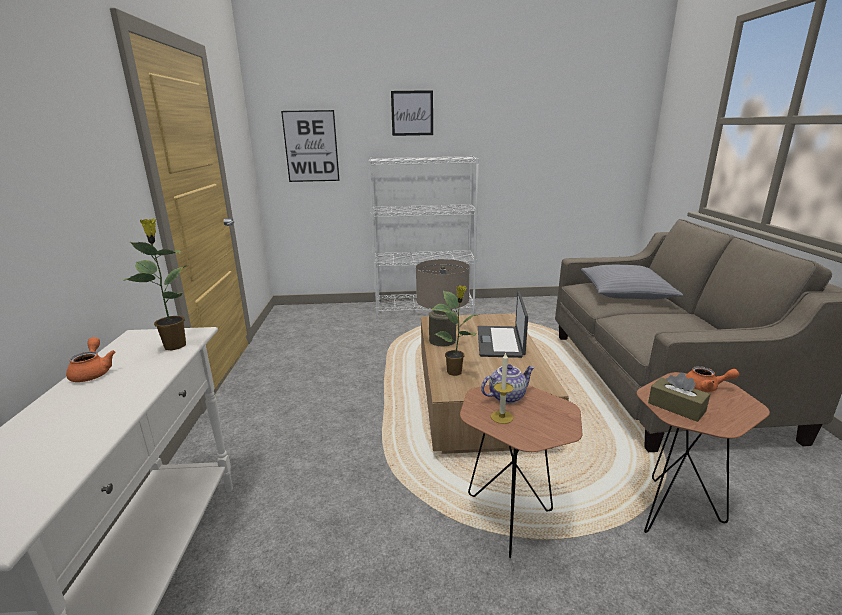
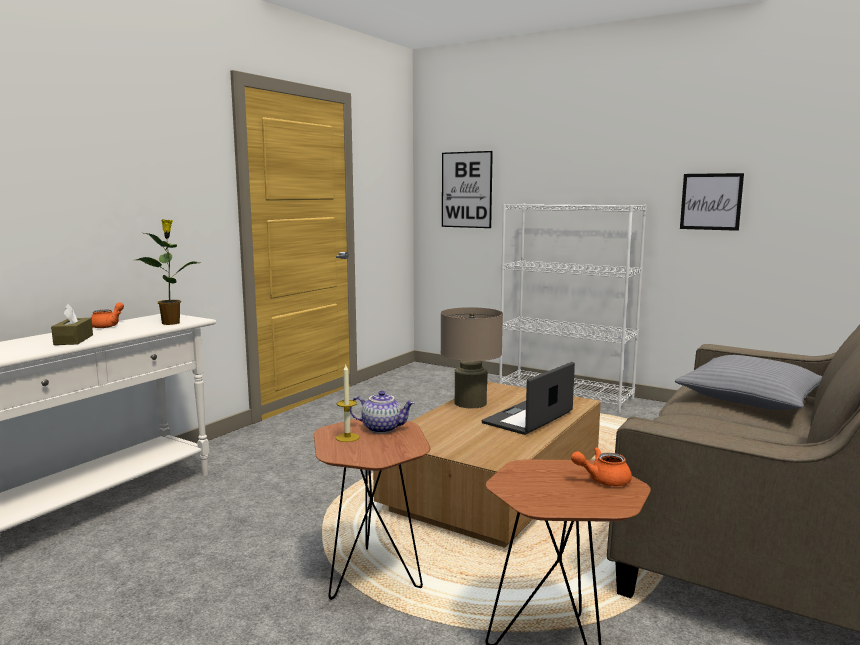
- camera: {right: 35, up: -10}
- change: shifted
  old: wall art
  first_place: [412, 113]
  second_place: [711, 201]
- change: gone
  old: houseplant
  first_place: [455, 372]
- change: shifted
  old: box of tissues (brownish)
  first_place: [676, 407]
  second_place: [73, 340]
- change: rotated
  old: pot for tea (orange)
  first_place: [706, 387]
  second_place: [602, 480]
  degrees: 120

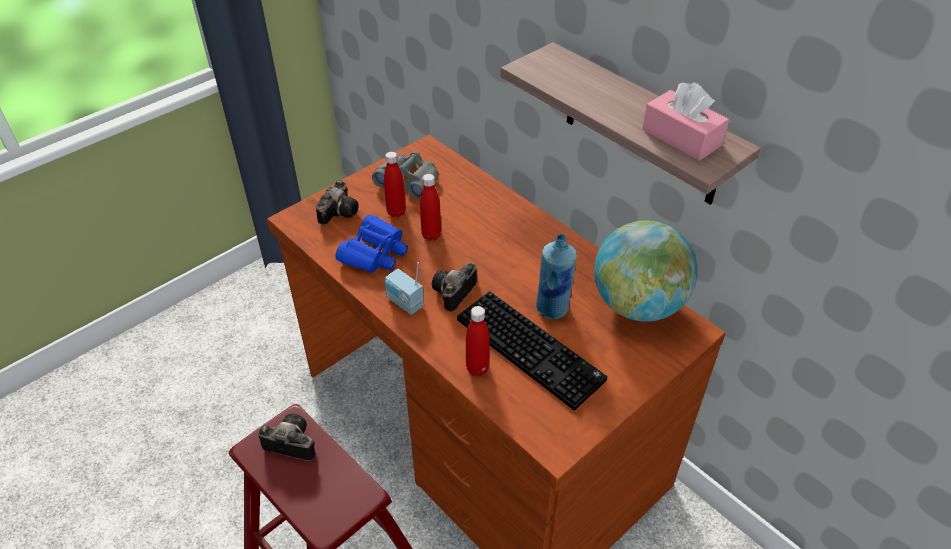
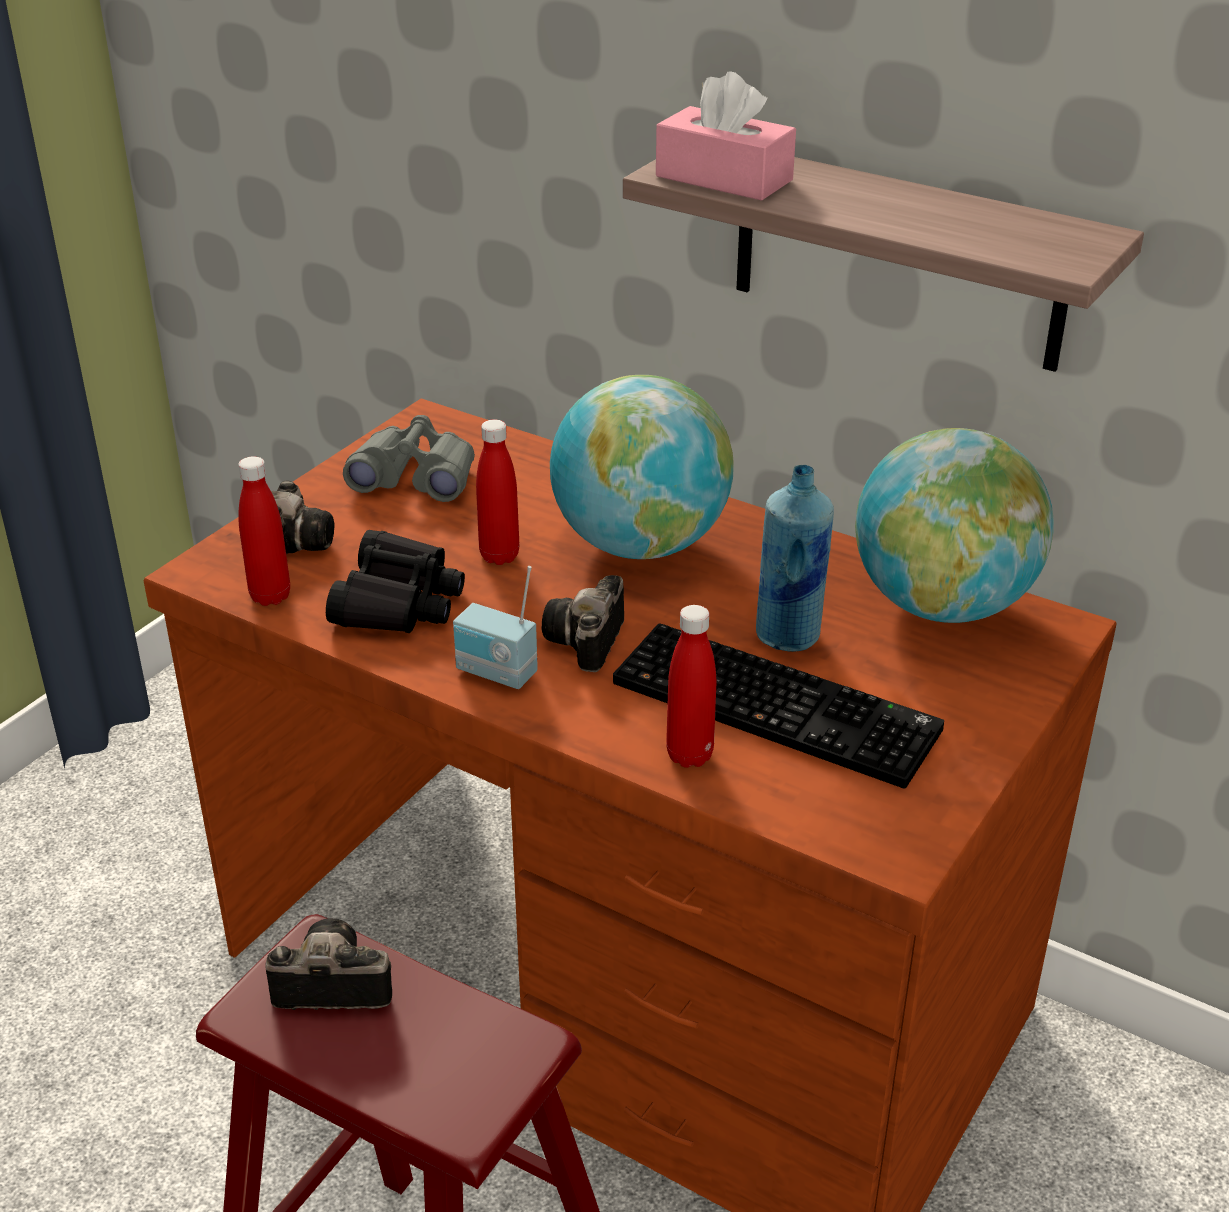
- camera: {right: -15, up: -10}
- change: repainted
  old: pair of binoculars (bluish)
  new: pair of binoculars (blackish)
  first_place: [375, 253]
  second_place: [398, 602]
- change: shifted
  old: bottle (red)
  first_place: [396, 212]
  second_place: [270, 596]
- change: shifted
  old: box of tissues (pink)
  first_place: [681, 137]
  second_place: [724, 178]
- change: new
  new: world globe
  second_place: [640, 544]

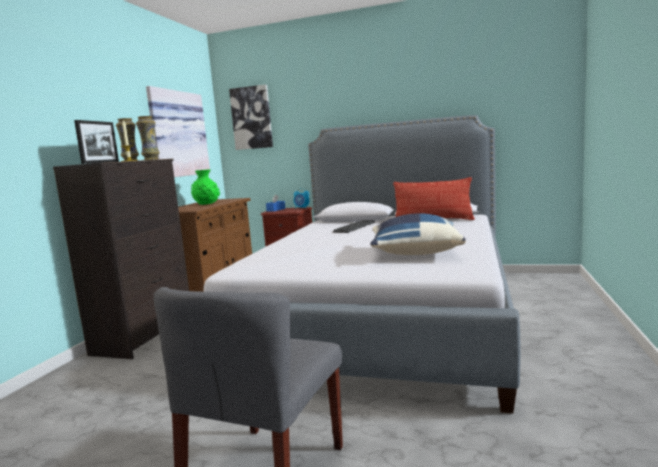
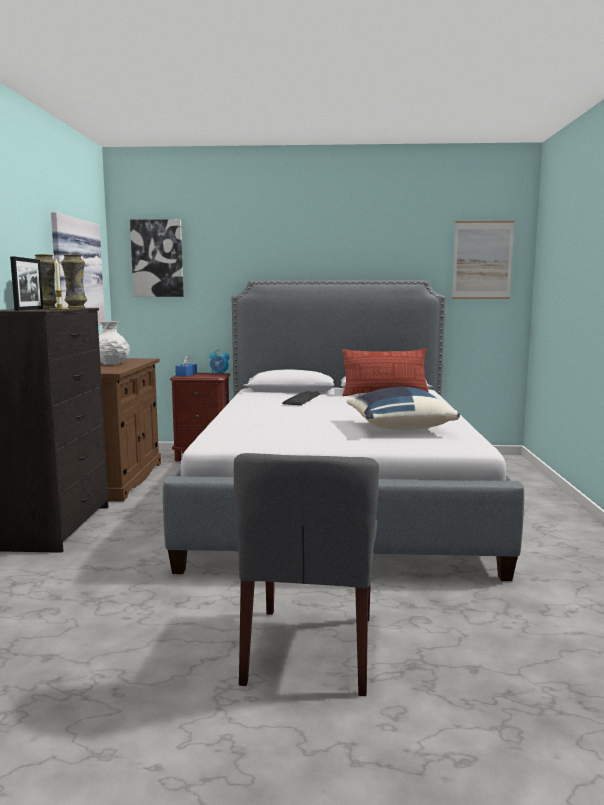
- camera: {right: -15, up: 0}
- change: repainted
  old: decorative vase (green)
  new: decorative vase (white-coloured)
  first_place: [207, 203]
  second_place: [112, 363]
- change: new
  new: wall art
  second_place: [482, 260]

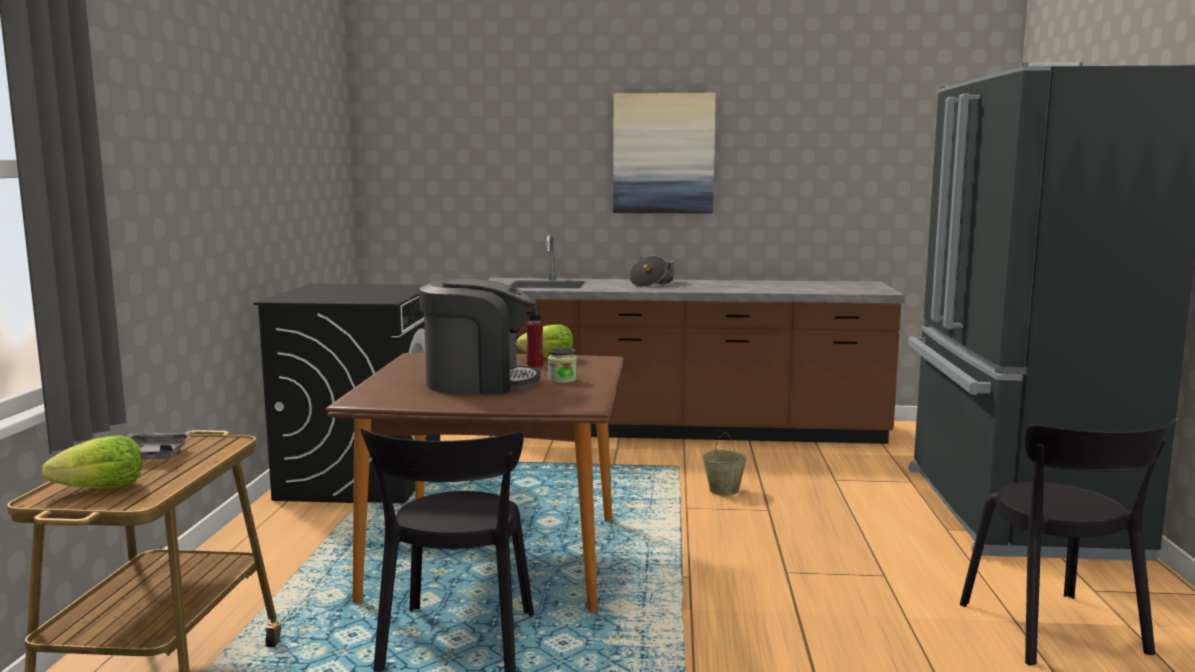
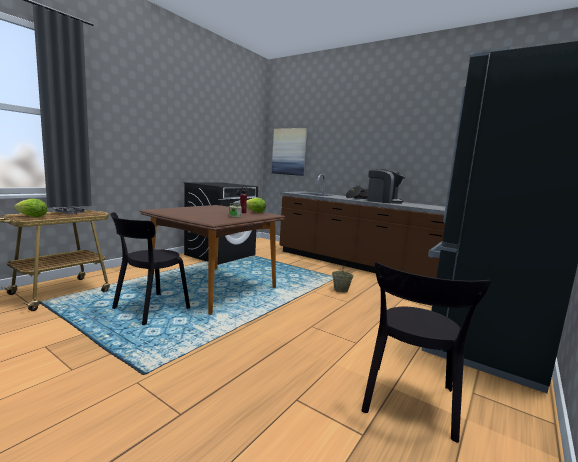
- camera: {right: 30, up: 0}
- change: shifted
  old: coffee brewer
  first_place: [479, 382]
  second_place: [383, 201]
- change: shifted
  old: wall art
  first_place: [663, 153]
  second_place: [289, 152]

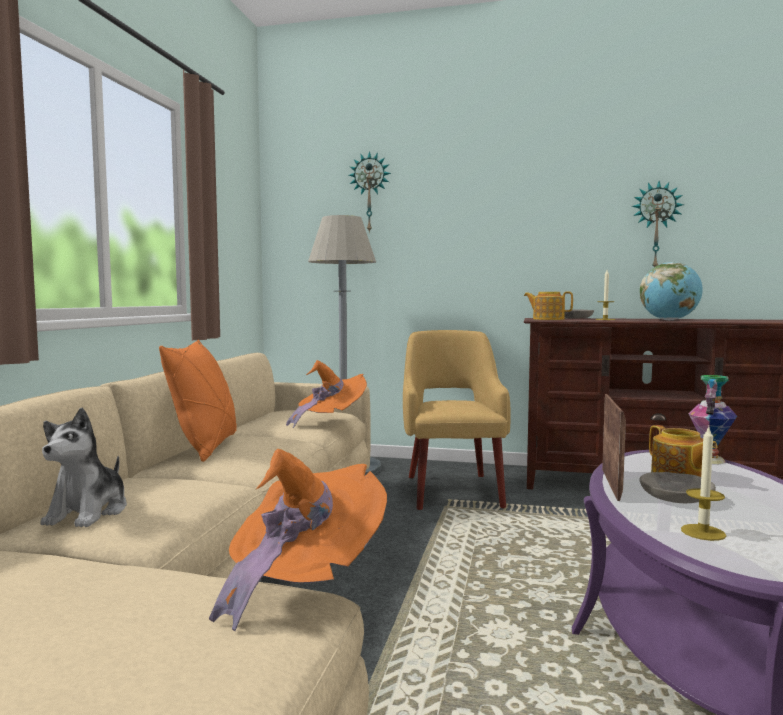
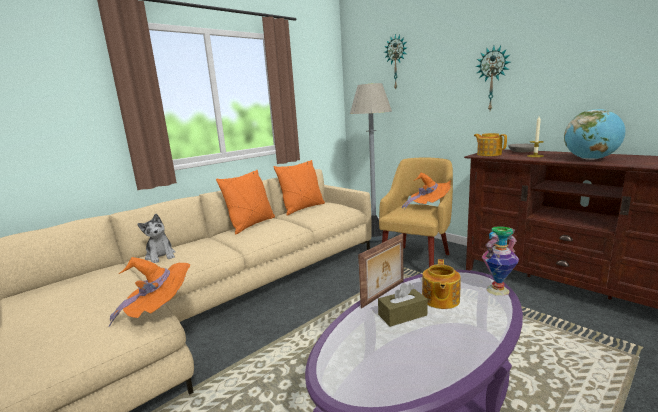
- camera: {right: 35, up: 10}
- change: rotated
  old: soft toy
  first_place: [89, 513]
  second_place: [161, 256]
  degrees: -75
- change: shifted
  old: clothing hat (orange)
  first_place: [329, 420]
  second_place: [428, 206]
- change: shifted
  old: clock on the wall
  first_place: [656, 225]
  second_place: [493, 79]
- change: swapped
  old: serving bowl (greyish)
  new: box of tissues (brownish)
  first_place: [676, 497]
  second_place: [402, 315]
- change: gone
  old: candle
  first_place: [703, 532]
- change: new
  new: throw pillow (orange)
  second_place: [302, 208]

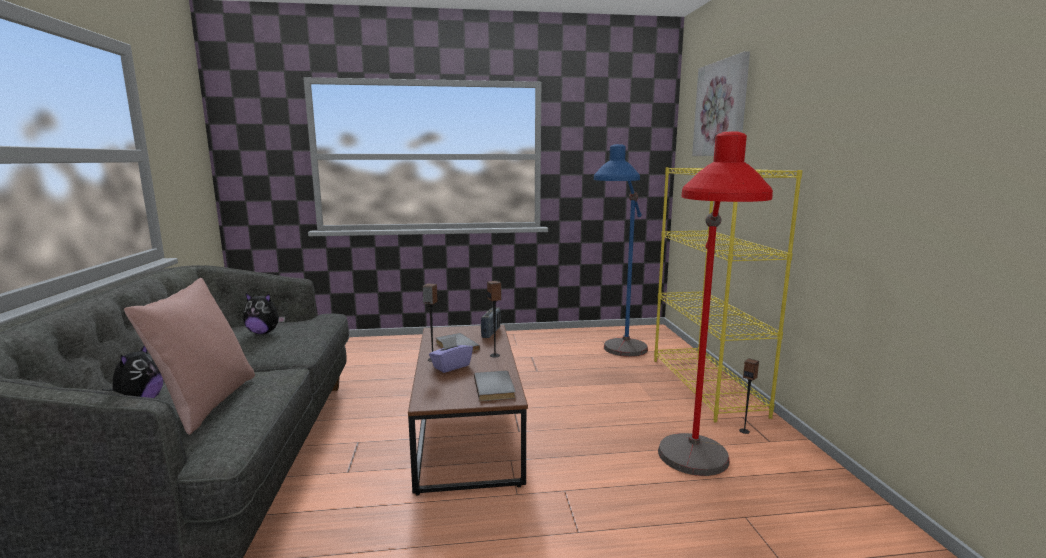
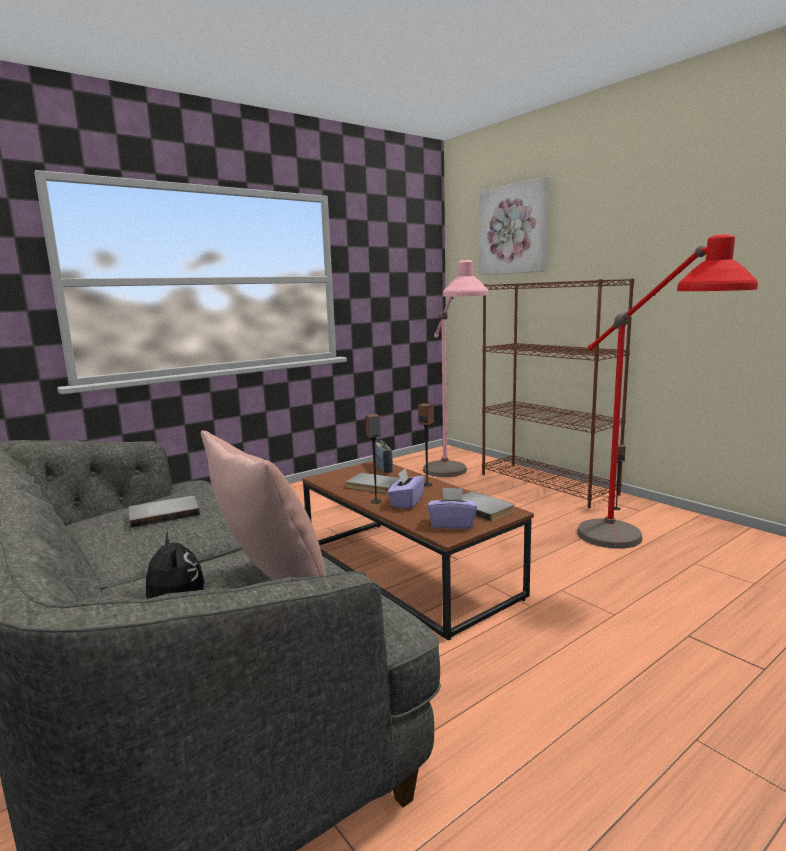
- camera: {right: -30, up: 0}
- change: swapped
  old: soft toy
  new: bound book (greyish)
  first_place: [264, 332]
  second_place: [164, 513]
- change: repainted
  old: standing lamp (bluish)
  new: standing lamp (pink)
  first_place: [619, 359]
  second_place: [452, 480]
- change: repainted
  old: shelving unit (yellowish)
  new: shelving unit (brownish)
  first_place: [707, 386]
  second_place: [548, 484]
- change: new
  new: box of tissues (purple)
  second_place: [452, 524]

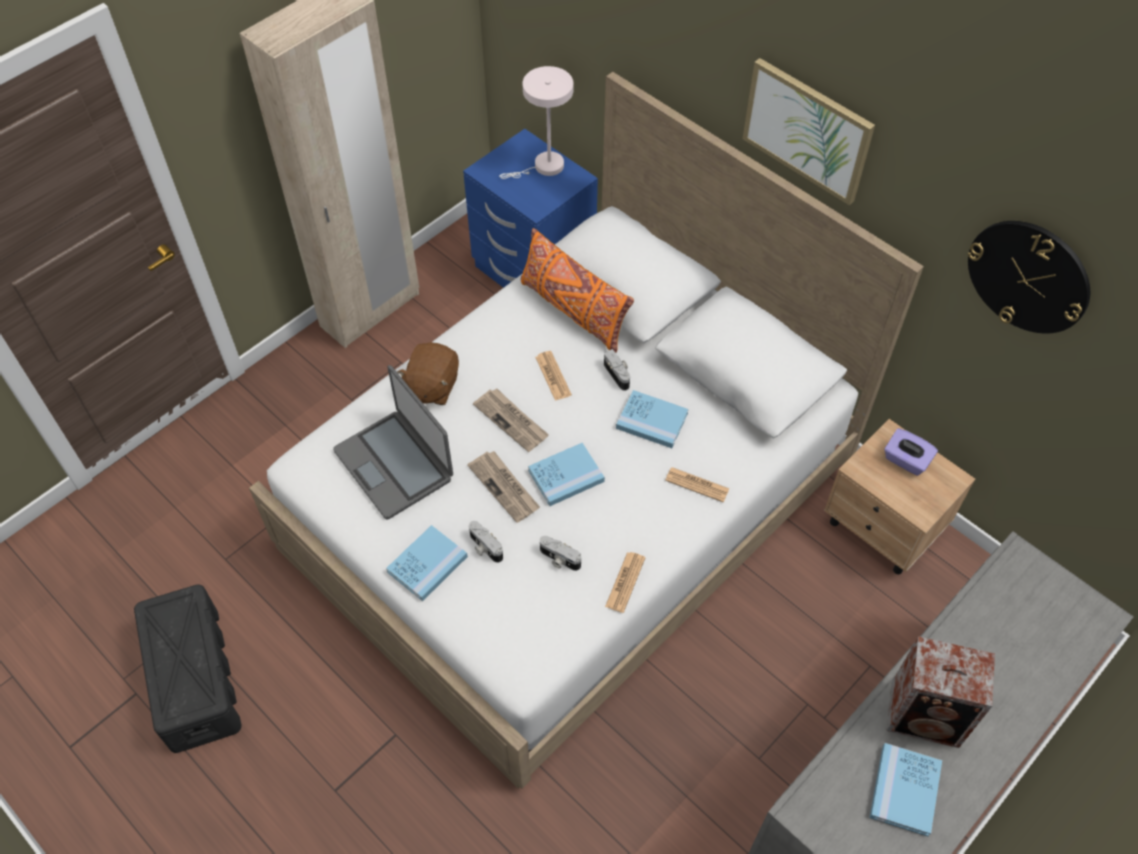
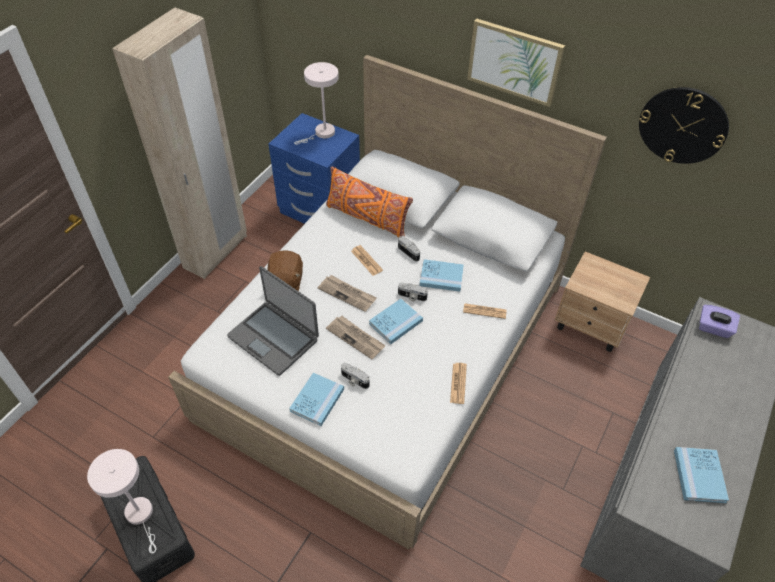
- camera: {right: -15, up: -5}
- change: shifted
  old: still camera
  first_place: [559, 559]
  second_place: [412, 297]
- change: shifted
  old: box of tissues (purple)
  first_place: [906, 460]
  second_place: [713, 328]
- change: gone
  old: speaker
  first_place: [927, 716]
- change: new
  new: lamp for a table (white-coloured)
  second_place: [141, 516]

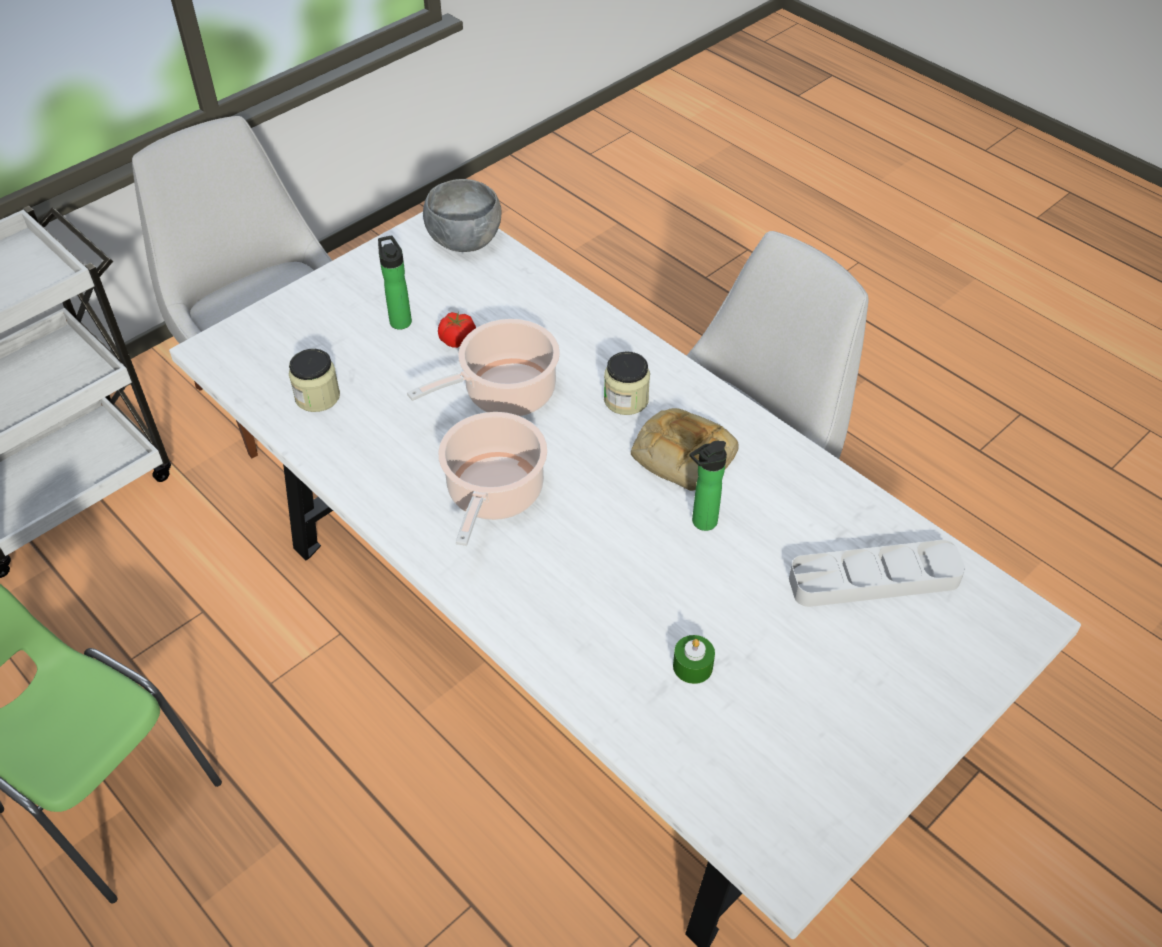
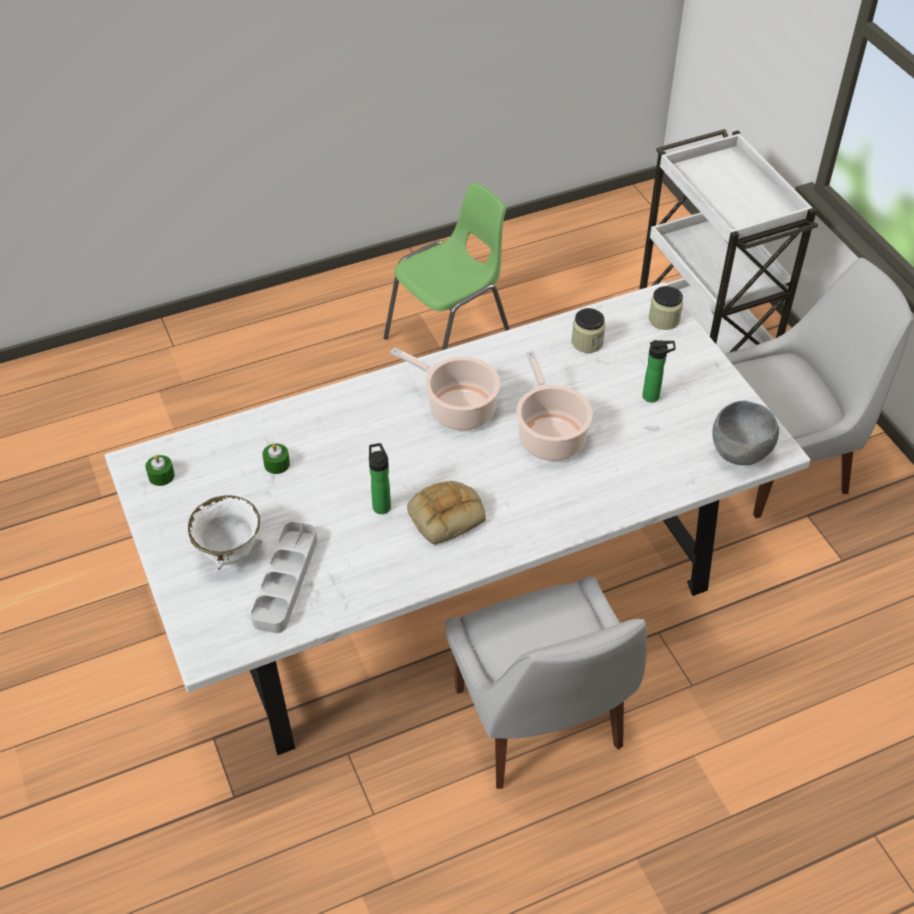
- camera: {right: 110, up: 0}
- change: gone
  old: whole tomato
  first_place: [458, 341]
- change: shifted
  old: preserve jar
  first_place: [626, 400]
  second_place: [664, 320]
- change: new
  new: candle (green)
  second_place: [161, 476]
- change: new
  new: serving bowl (white-coloured)
  second_place: [229, 553]

